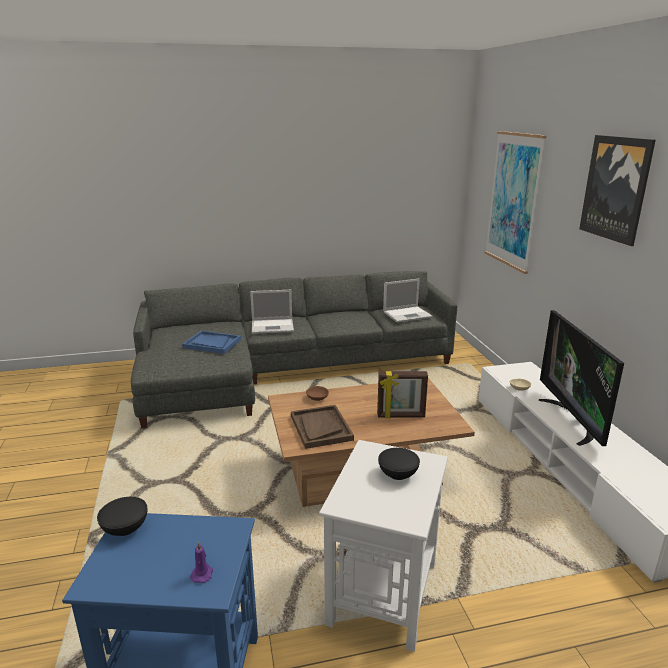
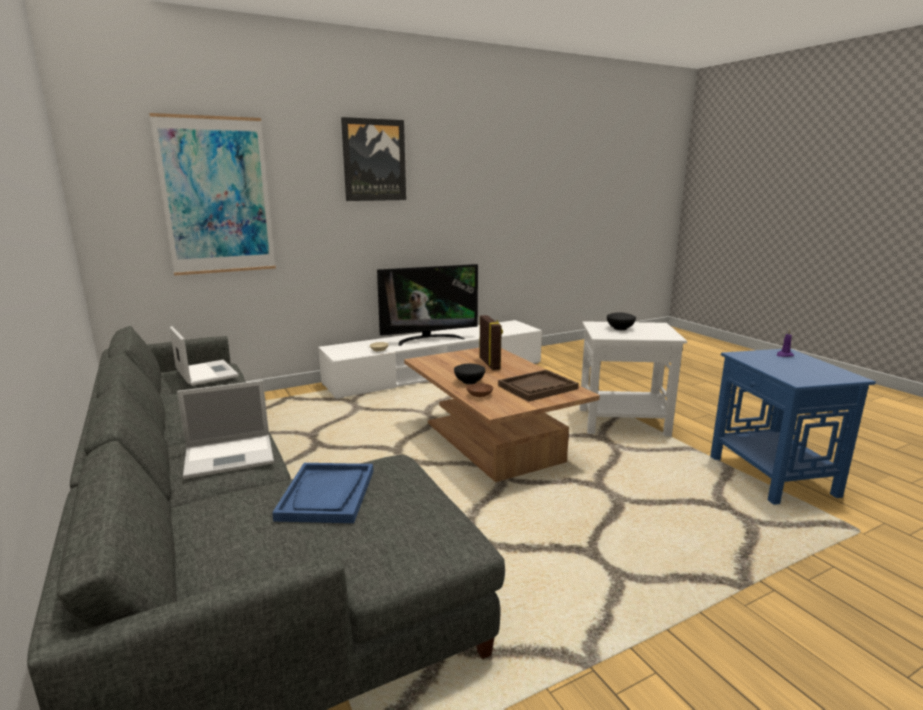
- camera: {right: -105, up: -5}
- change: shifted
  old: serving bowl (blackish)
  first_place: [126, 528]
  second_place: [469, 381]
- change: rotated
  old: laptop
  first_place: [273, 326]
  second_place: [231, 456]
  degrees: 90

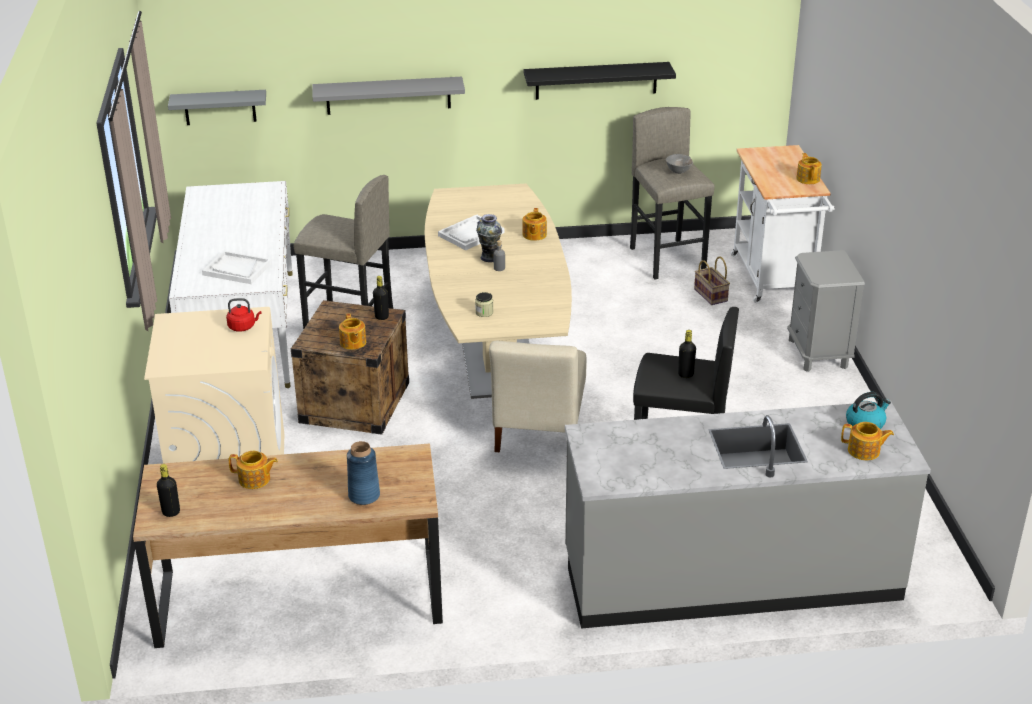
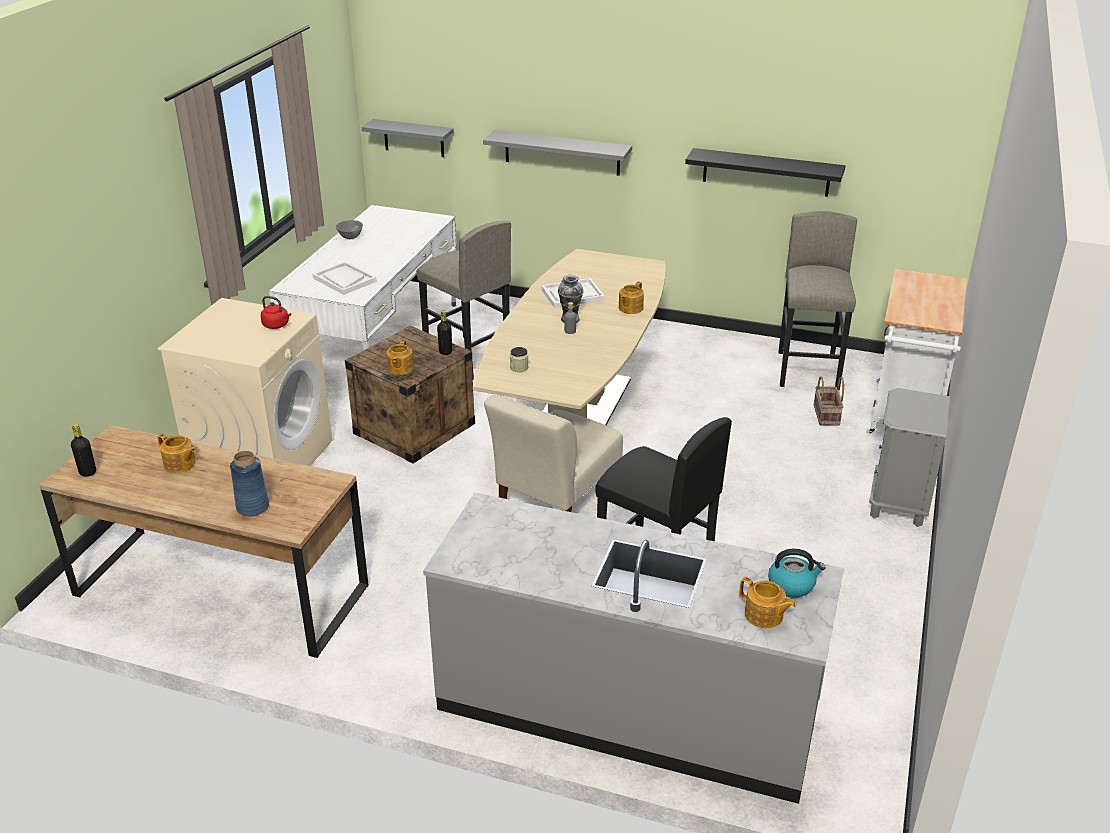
- camera: {right: 25, up: 0}
- change: shifted
  old: serving bowl (greyish)
  first_place: [679, 172]
  second_place: [350, 238]
- change: gone
  old: bottle (blackish)
  first_place: [685, 374]
- change: gone
  old: pot for tea
  first_place: [808, 179]

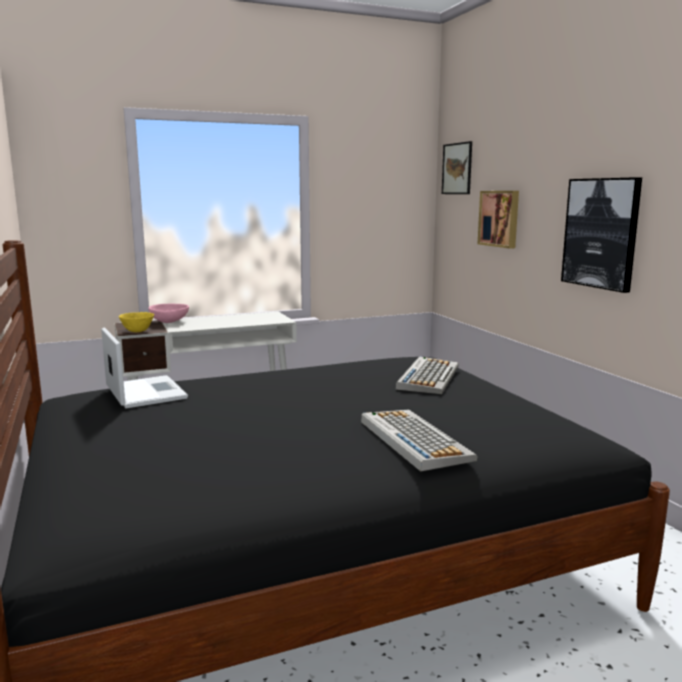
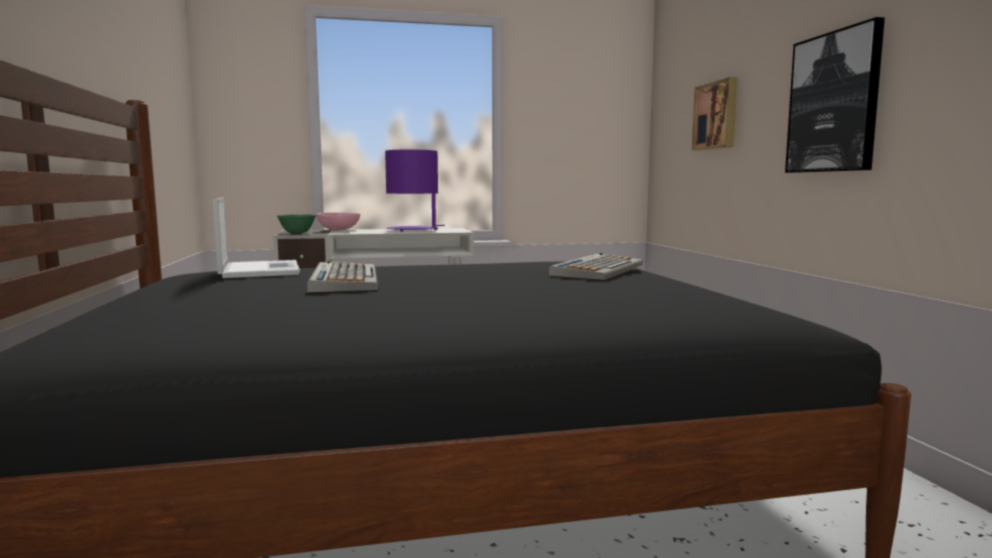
- camera: {right: 10, up: -5}
- change: repainted
  old: serving bowl (yellowish)
  new: serving bowl (green)
  first_place: [138, 331]
  second_place: [297, 233]
- change: shifted
  old: computer keyboard
  first_place: [412, 439]
  second_place: [344, 280]
- change: gone
  old: wall art
  first_place: [457, 168]
- change: new
  new: lamp for a table (purple)
  second_place: [413, 230]

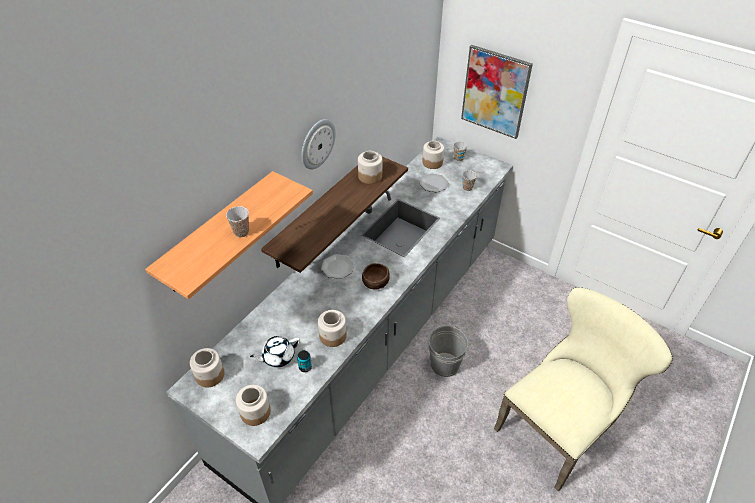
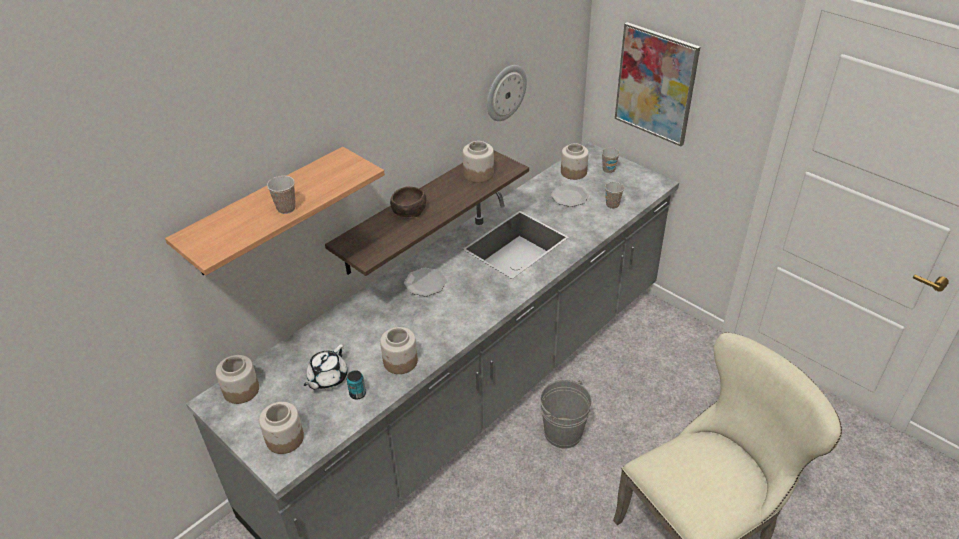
- camera: {right: 10, up: -5}
- change: rotated
  old: pot for tea (white-coloured)
  first_place: [278, 357]
  second_place: [327, 378]
  degrees: -45
- change: shifted
  old: clock on the wall
  first_place: [317, 143]
  second_place: [505, 92]
- change: shifted
  old: serving bowl (brownish)
  first_place: [375, 282]
  second_place: [408, 211]

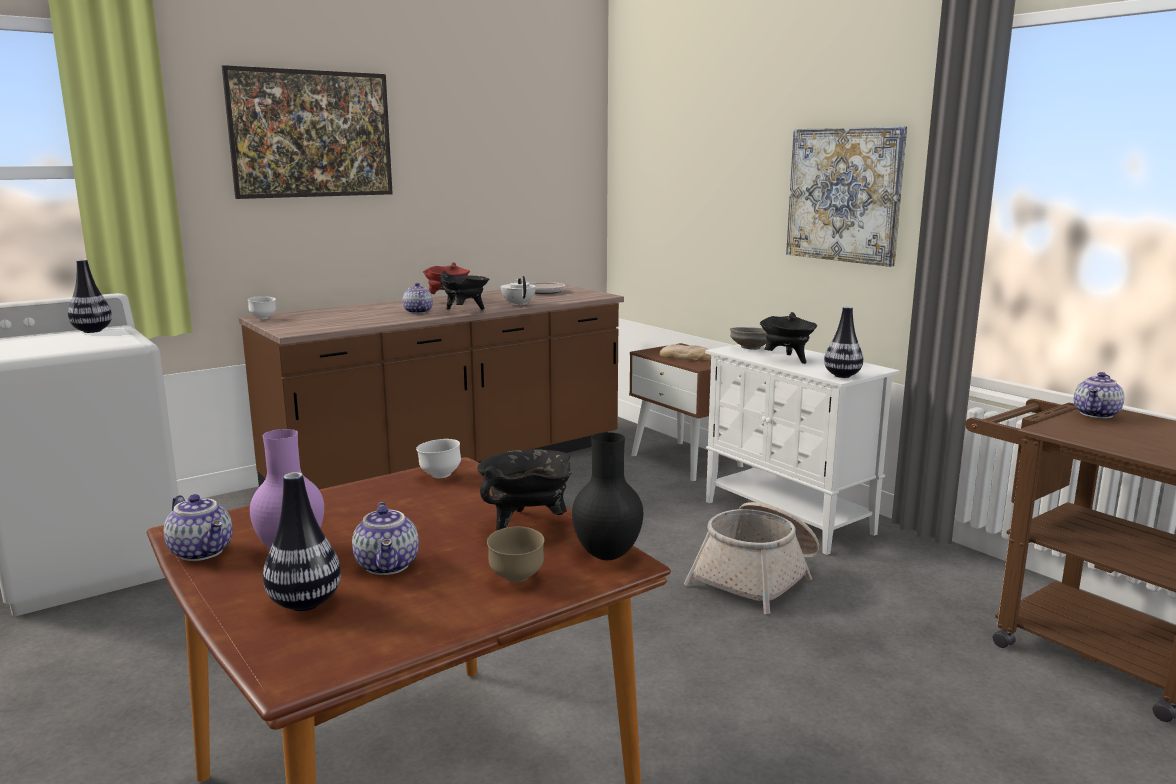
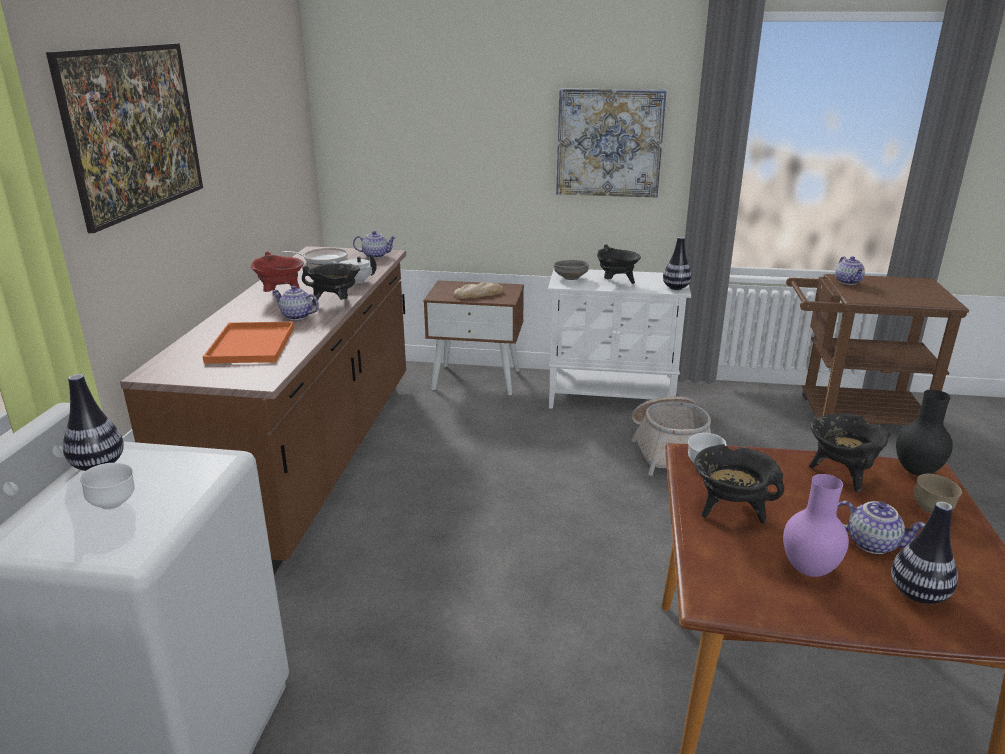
- camera: {right: -45, up: 10}
- change: shifted
  old: pot for tea
  first_place: [203, 552]
  second_place: [376, 255]
- change: shifted
  old: serving bowl (white-coloured)
  first_place: [263, 318]
  second_place: [114, 505]
- change: new
  new: serving tray (orange)
  second_place: [252, 345]
- change: new
  new: cooking pot (blackish)
  second_place: [730, 511]

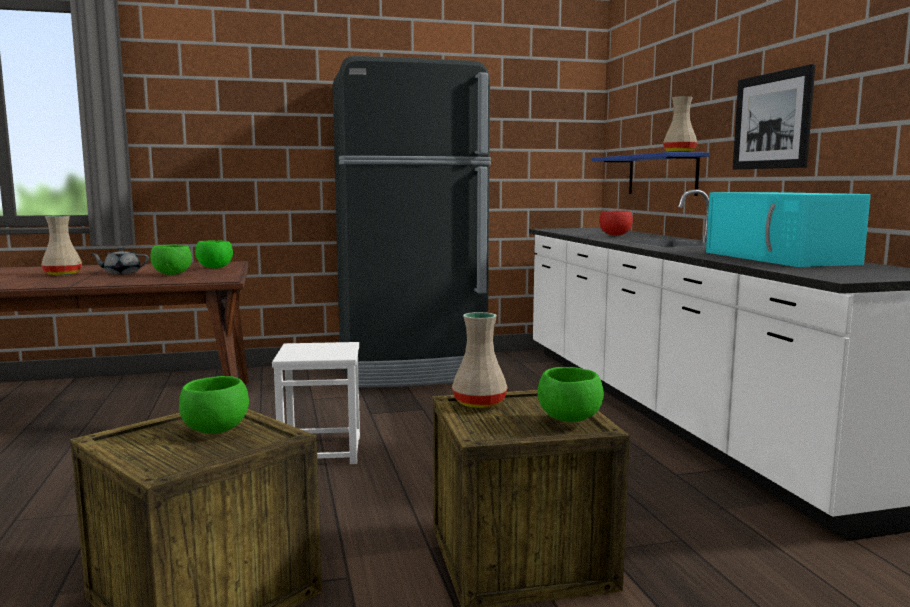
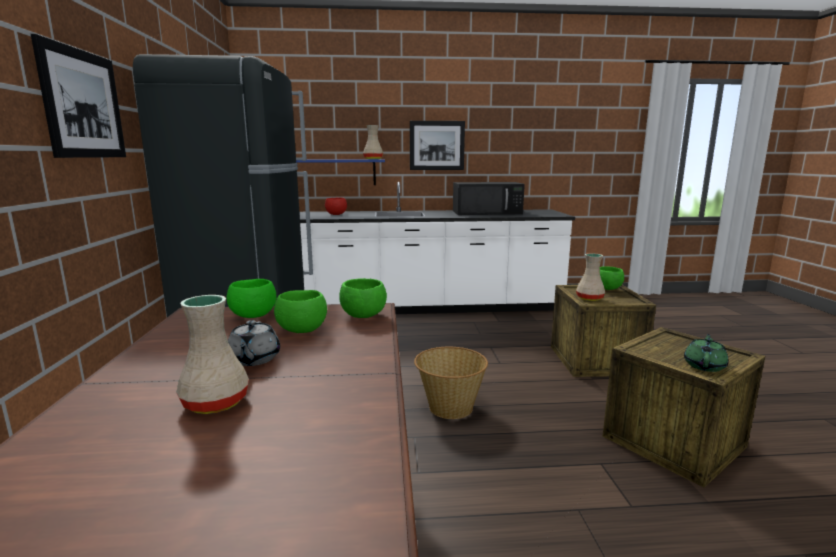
- camera: {right: -80, up: 5}
- change: shifted
  old: serving bowl (green)
  first_place: [215, 431]
  second_place: [363, 316]
- change: swapped
  old: stool seat (white-coloured)
  new: storage basket
  first_place: [321, 451]
  second_place: [449, 407]
- change: repainted
  old: kitchen microwave (turquoise)
  new: kitchen microwave (blackish)
  first_place: [780, 258]
  second_place: [487, 212]
- change: new
  new: wall art
  second_place: [83, 104]
- change: new
  new: pot for tea (green)
  second_place: [704, 366]

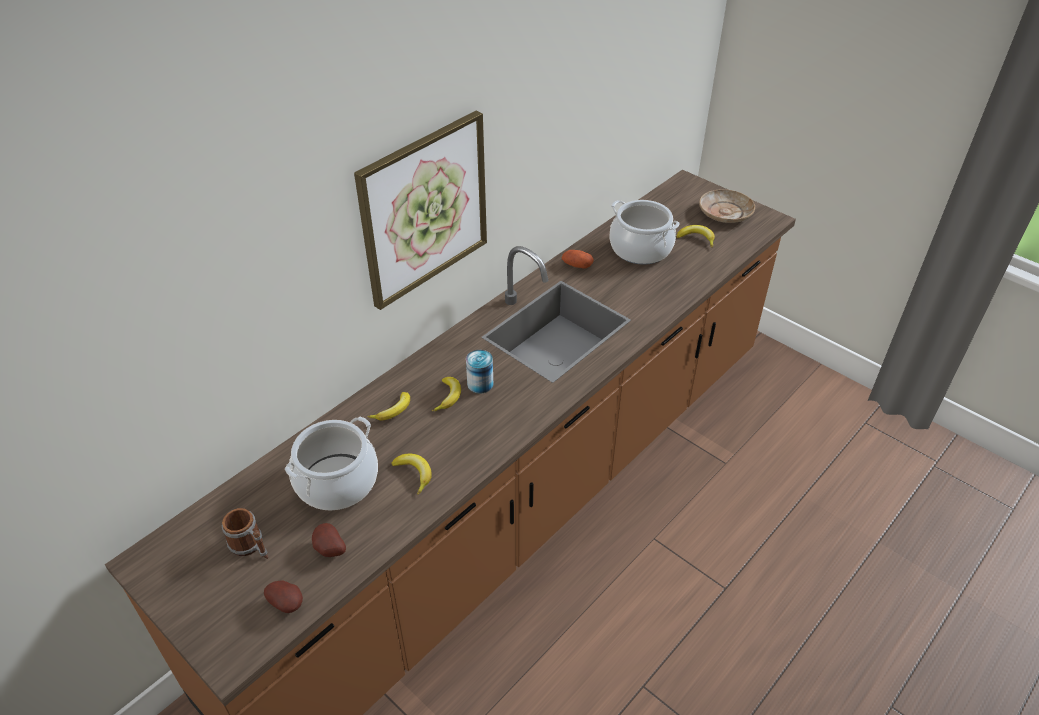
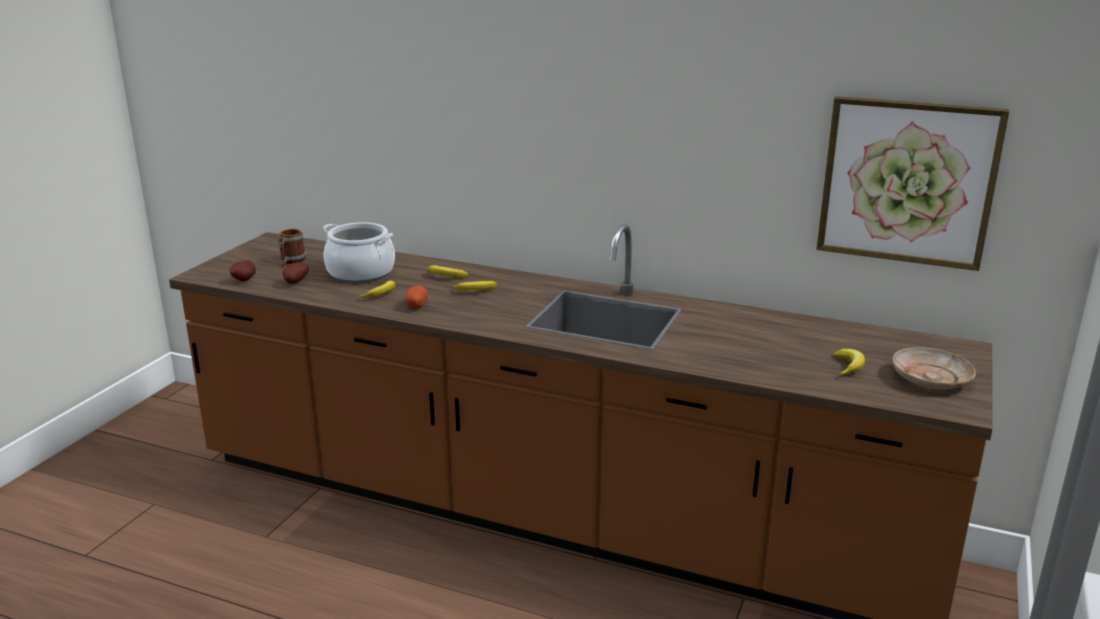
- camera: {right: 70, up: -20}
- change: shifted
  old: wall art
  first_place: [424, 209]
  second_place: [907, 182]
- change: gone
  old: metal can
  first_place: [480, 384]
- change: shifted
  old: whole potato
  first_place: [577, 265]
  second_place: [417, 305]
- change: gone
  old: cooking pot
  first_place: [640, 249]

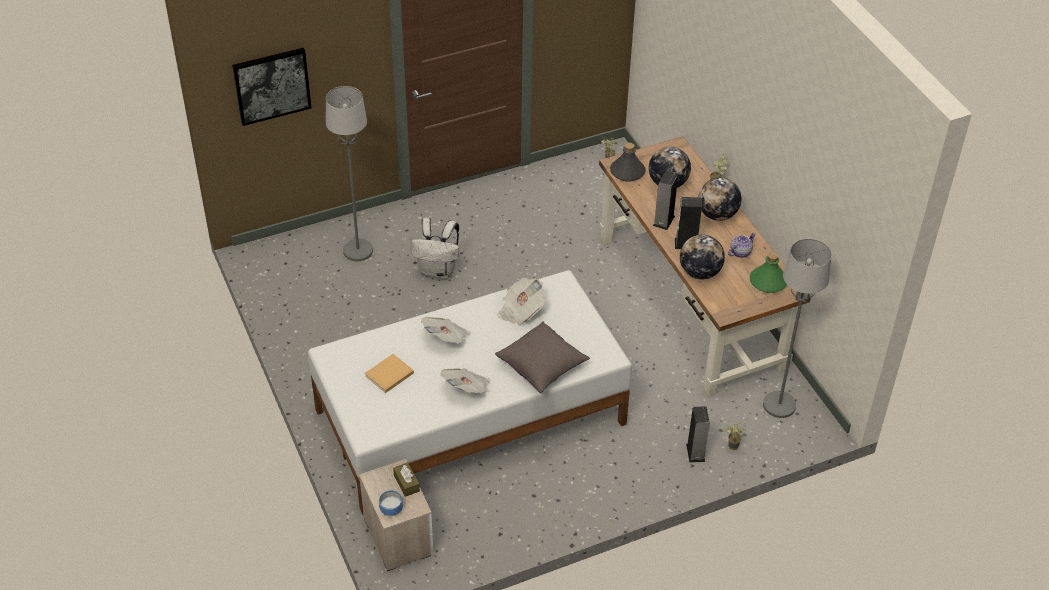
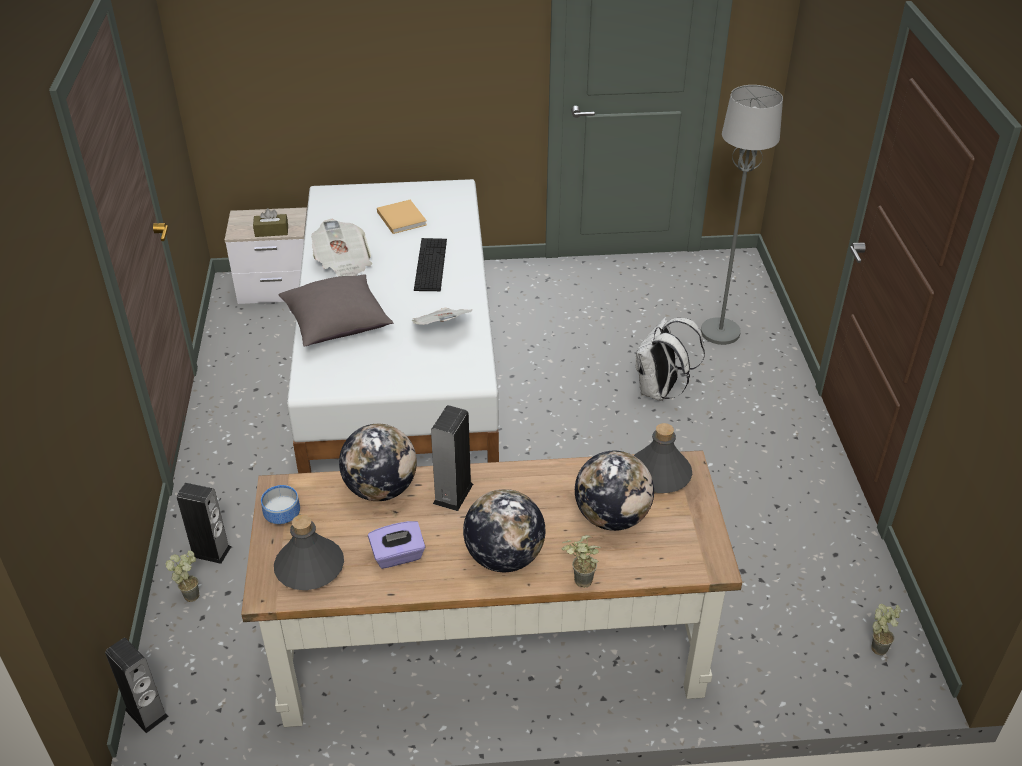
- camera: {right: 110, up: -5}
- change: gone
  old: wall art
  first_place: [272, 85]
- change: shifted
  old: serving bowl
  first_place: [390, 508]
  second_place: [284, 515]
- change: swapped
  old: printed paper
  new: computer keyboard
  first_place: [446, 338]
  second_place: [430, 264]
- change: shifted
  old: speaker
  first_place: [663, 221]
  second_place: [146, 713]
- change: swapped
  old: pot for tea
  new: box of tissues (purple)
  first_place: [740, 252]
  second_place: [398, 556]
- change: repainted
  old: bottle (green)
  new: bottle (greyish)
  first_place: [768, 282]
  second_place: [310, 568]
- change: gone
  old: standing lamp (greyish)
  first_place: [779, 405]

